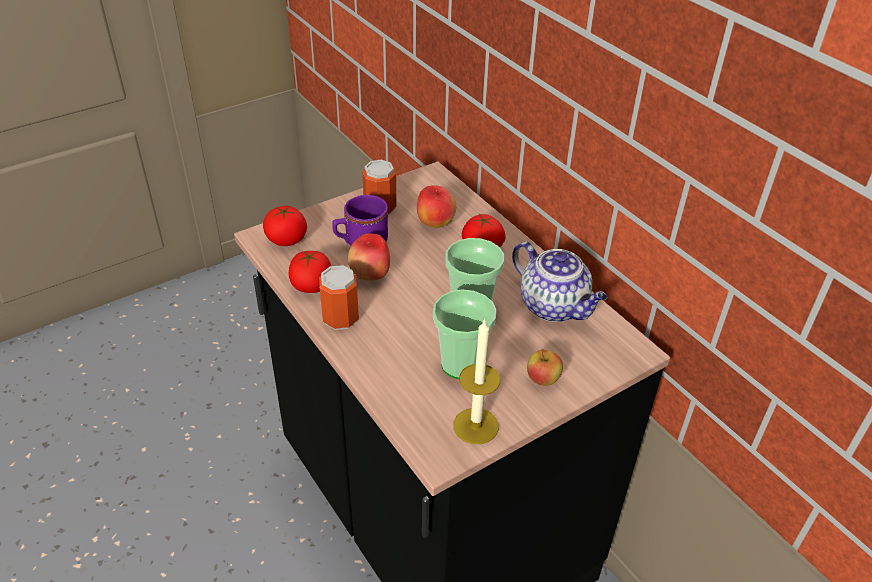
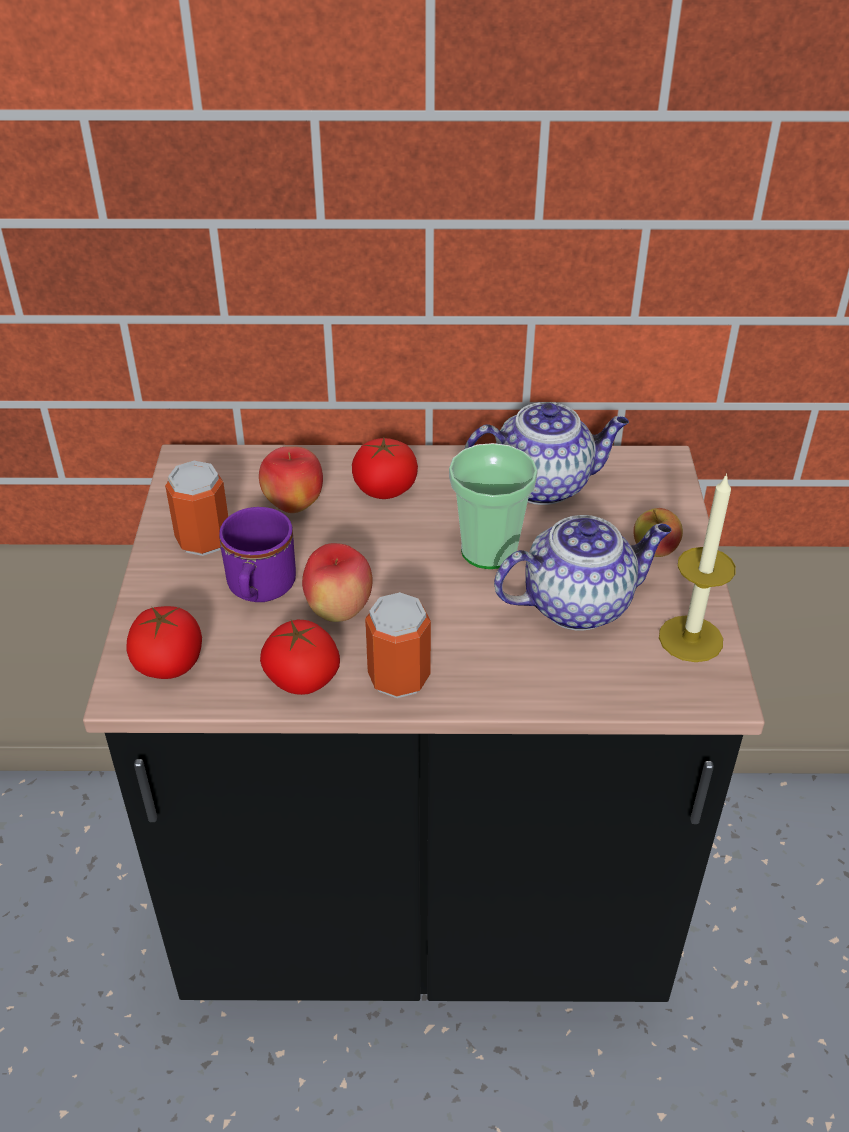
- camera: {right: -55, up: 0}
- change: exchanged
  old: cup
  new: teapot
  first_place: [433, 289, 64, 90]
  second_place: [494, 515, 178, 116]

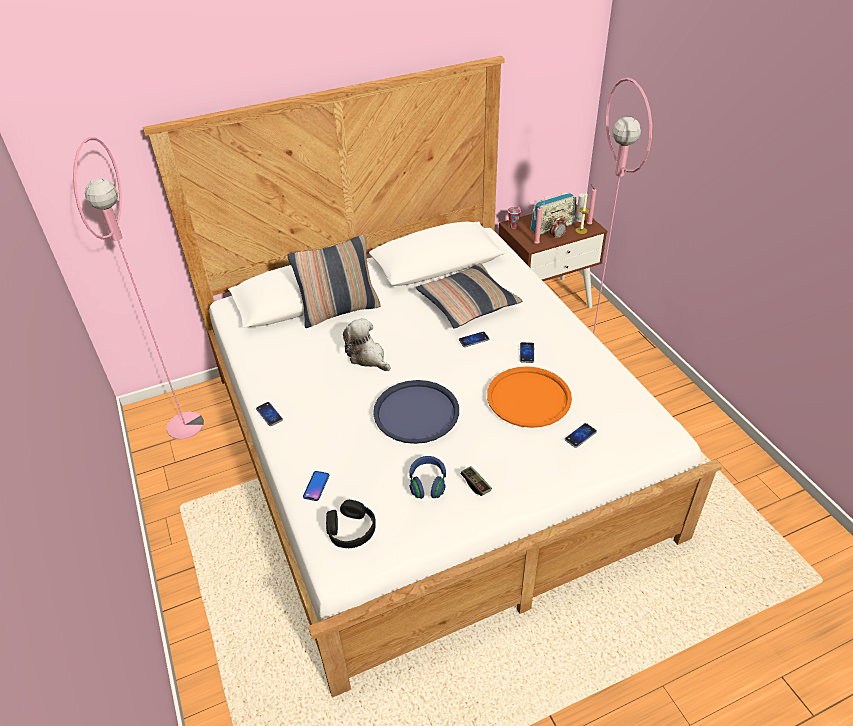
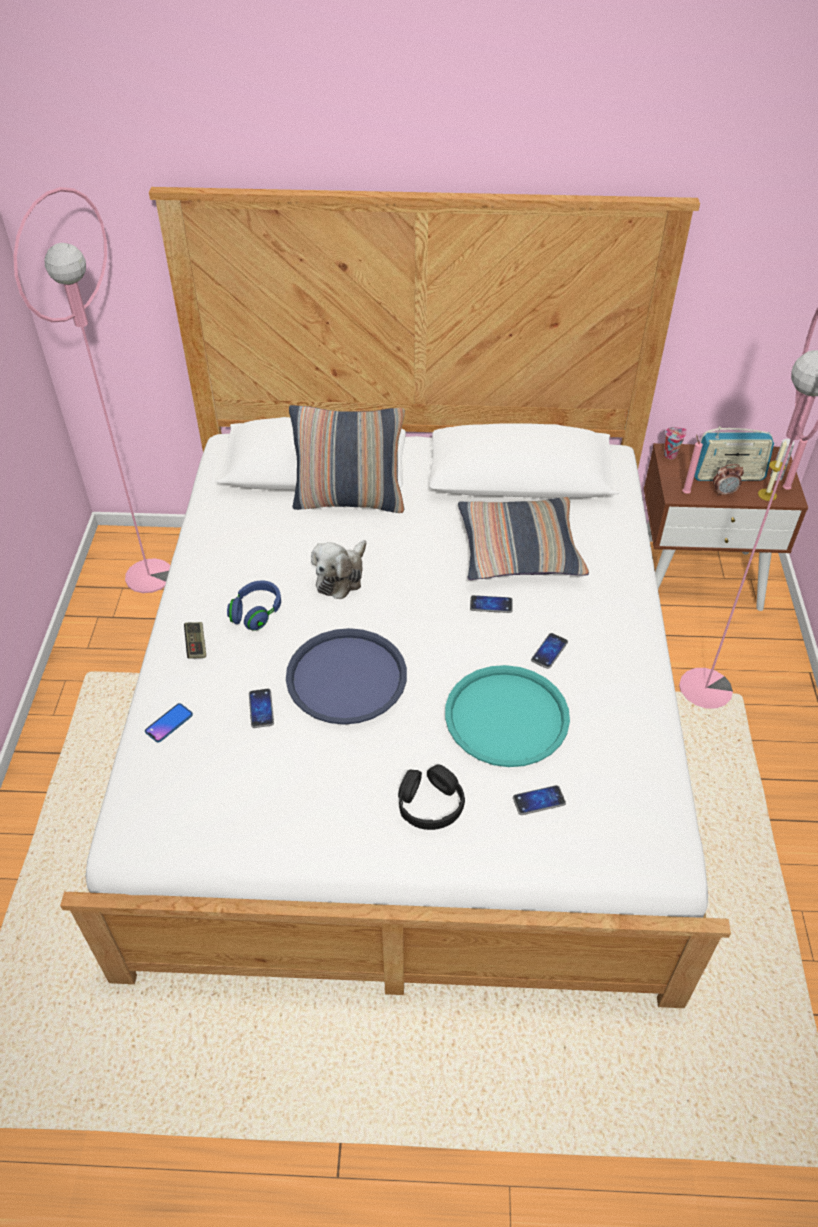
- camera: {right: 25, up: 5}
- change: relocated
  old: phone
  first_place: [256, 402, 27, 24]
  second_place: [249, 689, 25, 39]
- change: relocated
  old: black headphones
  first_place: [326, 500, 50, 48]
  second_place: [398, 764, 67, 66]
- change: spun
  old: plush toy
  first_place: [343, 318, 47, 53]
  second_place: [311, 540, 55, 59]
  degrees: -135
- change: relocated
  old: blue headphones
  first_place: [409, 456, 37, 43]
  second_place: [227, 581, 54, 50]
- change: relocated
  old: game controller
  first_place: [461, 466, 31, 30]
  second_place: [184, 622, 22, 37]
- change: colour
  old: orange tray
  new: turquoise tray
  first_place: [487, 366, 85, 62]
  second_place: [445, 665, 125, 102]

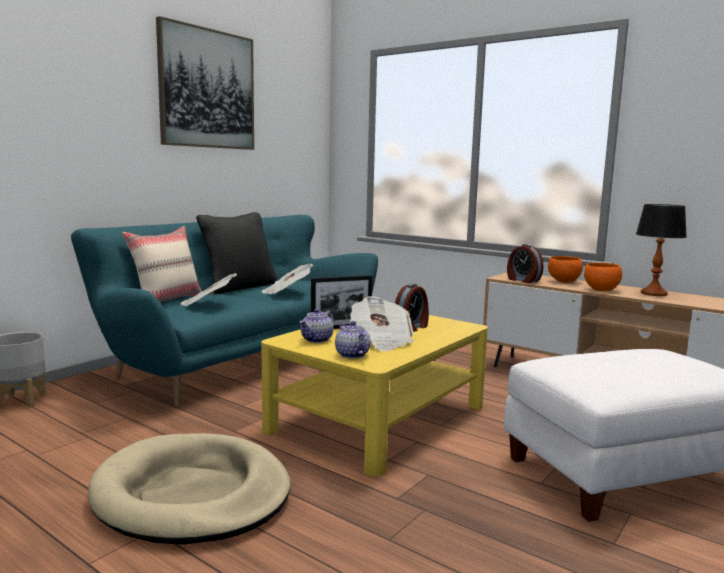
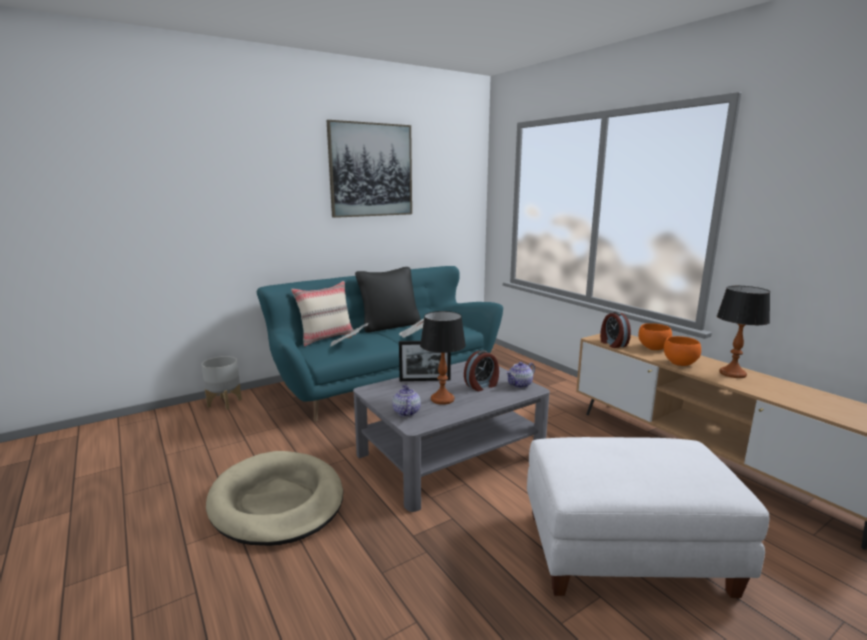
- camera: {right: 20, up: 5}
- change: colour
  old: yellow coffee table
  new: grey coffee table
  first_place: [261, 315, 227, 162]
  second_place: [353, 361, 197, 151]
- change: relocated
  old: teapot
  first_place: [299, 309, 35, 34]
  second_place: [506, 362, 29, 26]
- change: exchanged
  old: newspaper
  new: table lamp
  first_place: [350, 296, 64, 56]
  second_place: [420, 311, 46, 94]

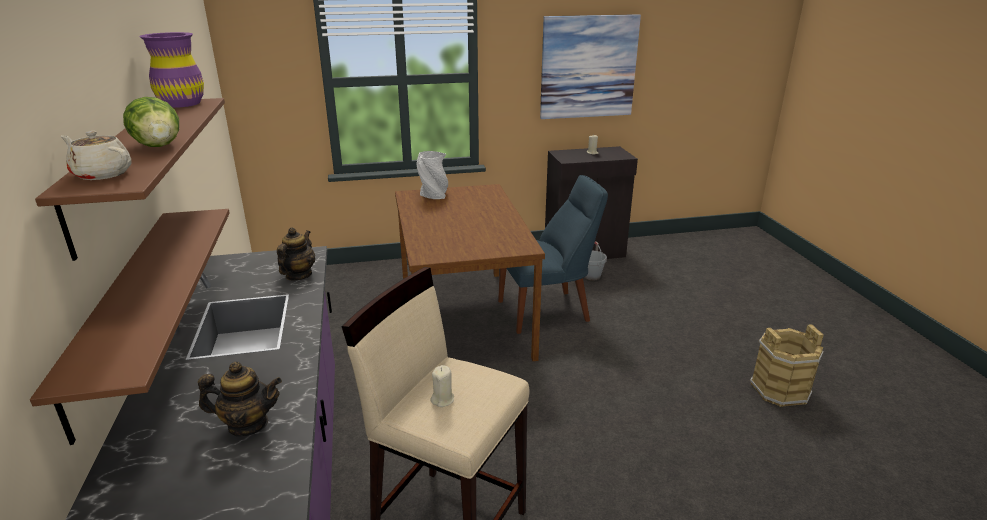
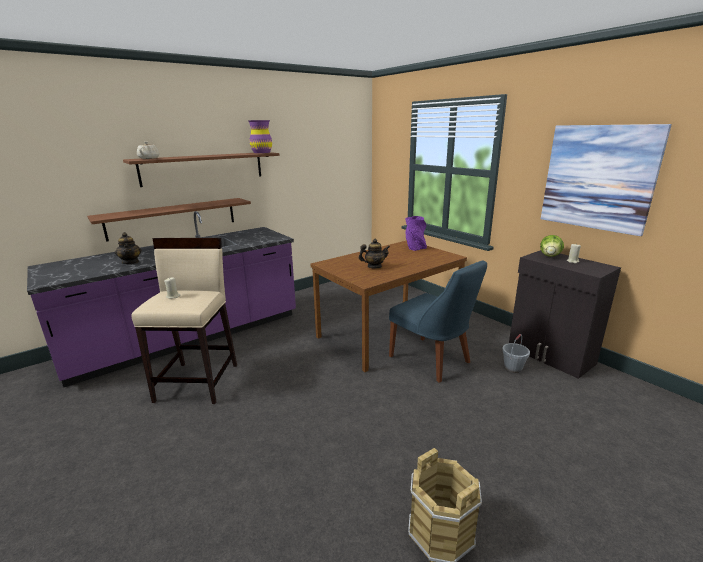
- camera: {right: 65, up: -5}
- change: relocated
  old: lettuce
  first_place: [123, 97, 56, 50]
  second_place: [540, 235, 24, 22]
- change: relocated
  old: teapot
  first_place: [277, 227, 38, 54]
  second_place: [359, 239, 31, 30]
- change: colour
  old: grey vase
  new: purple vase
  first_place: [416, 151, 32, 48]
  second_place: [405, 216, 22, 35]

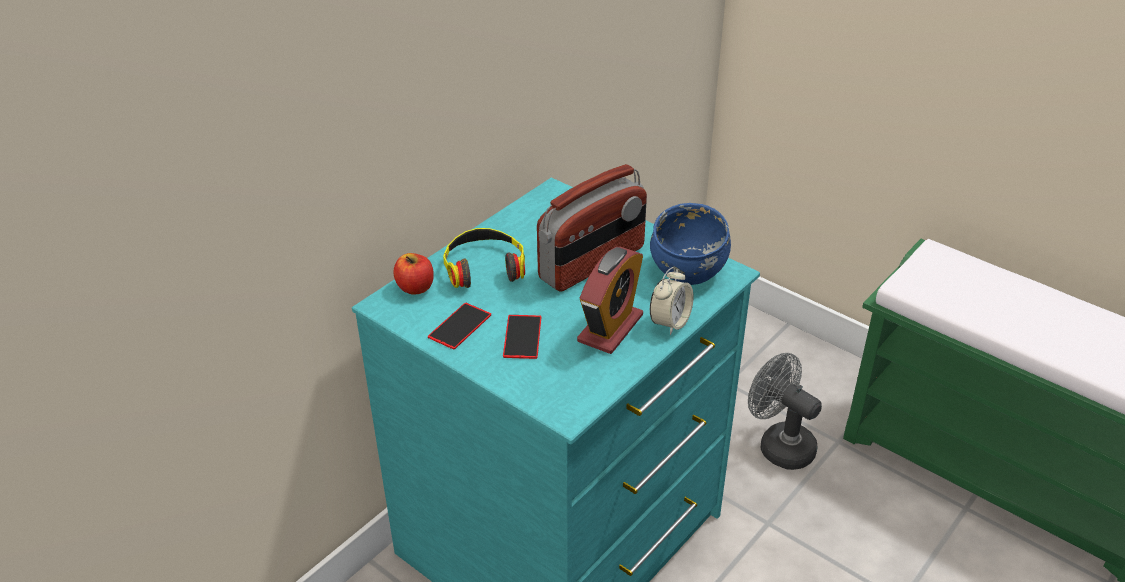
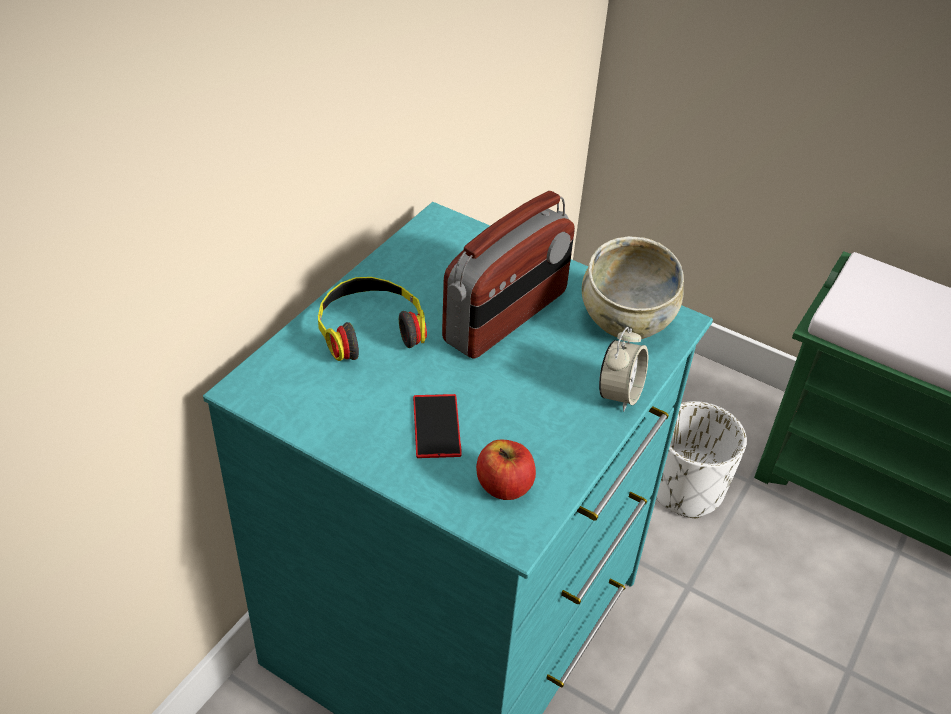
- camera: {right: -10, up: 5}
- change: relocated
  old: apple
  first_place: [393, 253, 41, 41]
  second_place: [476, 440, 60, 60]
- change: missing
  old: phone
  first_place: [428, 303, 63, 47]
- change: missing
  old: alarm clock
  first_place: [577, 247, 66, 107]
- change: colour
  old: blue bowl
  new: beige bowl
  first_place: [650, 203, 81, 82]
  second_place: [582, 236, 102, 103]
- change: exchanged
  old: grey fan
  new: white planter
  first_place: [748, 353, 74, 117]
  second_place: [656, 401, 91, 117]

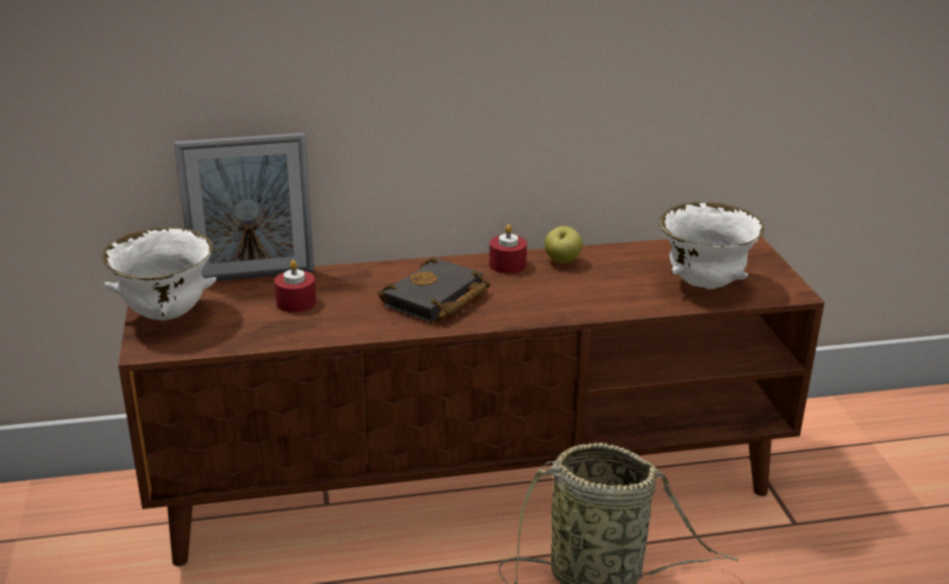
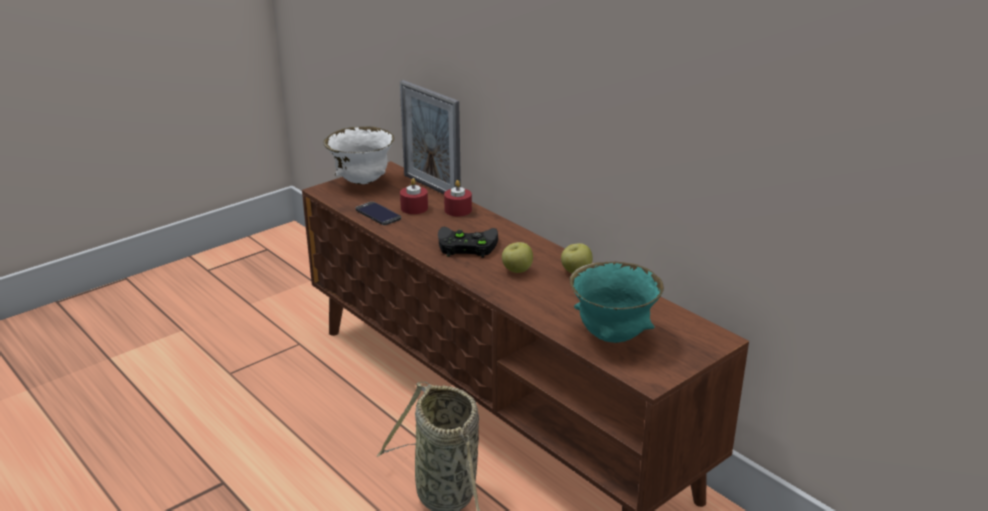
- camera: {right: 60, up: 0}
- change: exchanged
  old: black book
  new: black game controller
  first_place: [378, 257, 112, 66]
  second_place: [438, 227, 60, 31]
- change: relocated
  old: red candle
  first_place: [489, 224, 38, 50]
  second_place: [444, 180, 28, 36]
- change: colour
  old: white bowl
  new: turquoise bowl
  first_place: [658, 202, 107, 87]
  second_place: [569, 262, 95, 81]
- change: appeared
  new: phone
  second_place: [356, 202, 45, 23]
- change: appeared
  new: apple
  second_place: [502, 242, 31, 31]

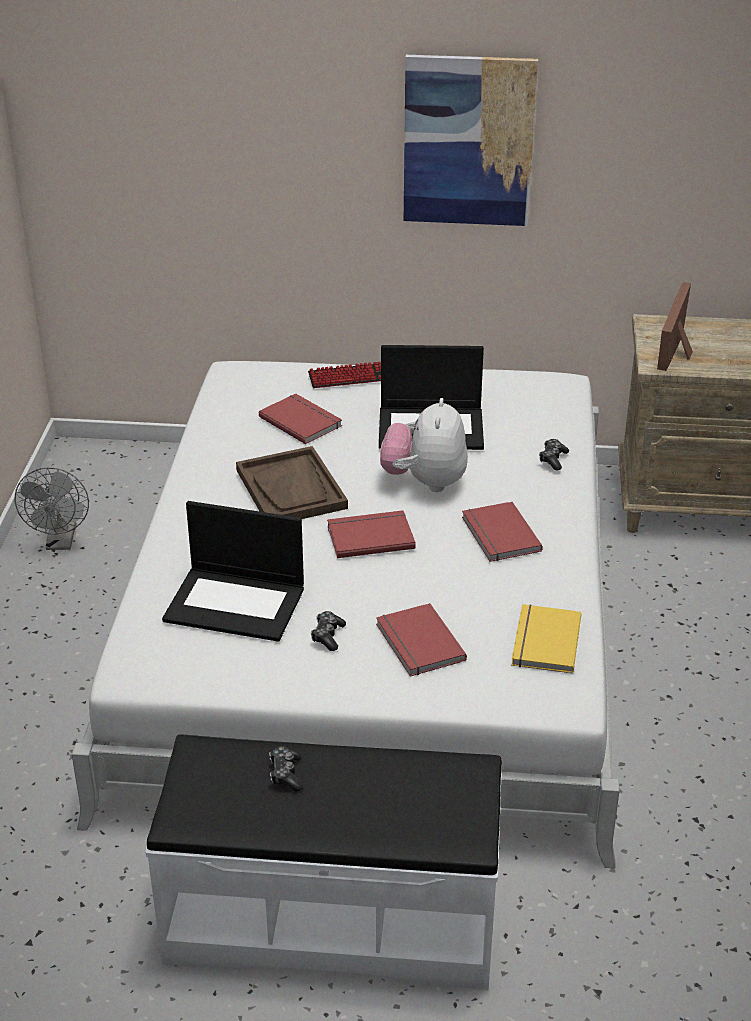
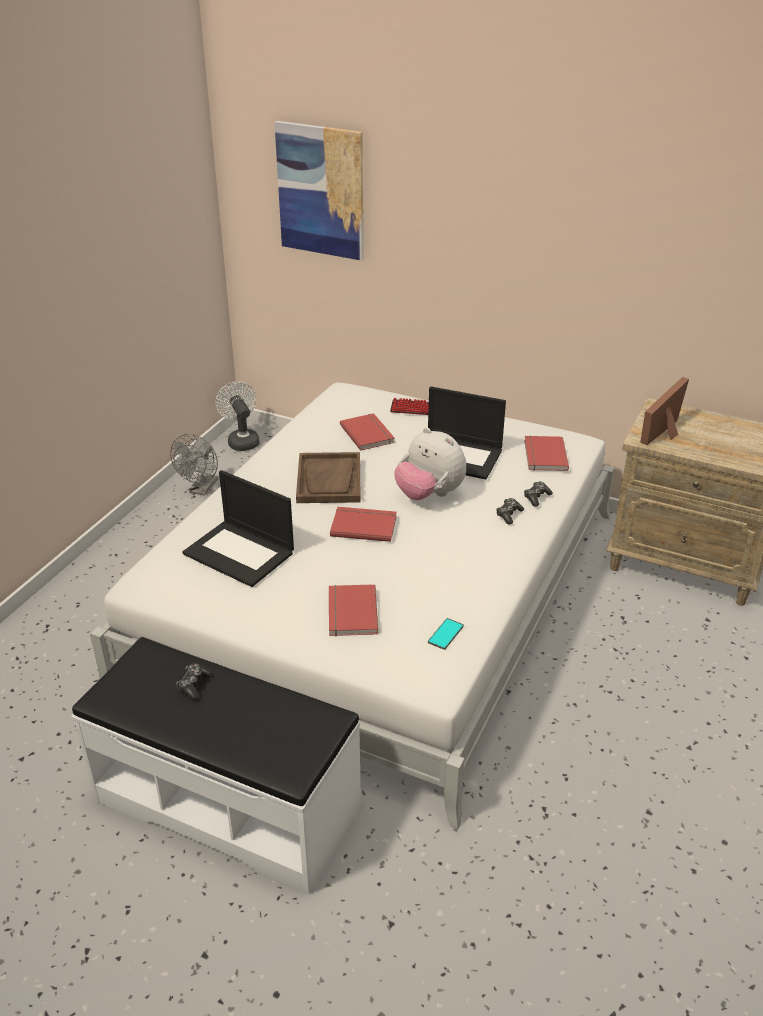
- camera: {right: 20, up: 0}
- change: relocated
  old: game controller
  first_place: [311, 611, 35, 40]
  second_place: [496, 498, 28, 26]
- change: spun
  old: plush toy
  first_place: [380, 398, 88, 94]
  second_place: [395, 427, 71, 73]
  degrees: -75
- change: relocated
  old: picture
  first_place: [404, 55, 134, 171]
  second_place: [274, 121, 90, 140]
- change: relocated
  old: red book
  first_place: [462, 502, 81, 60]
  second_place: [524, 436, 45, 35]
- change: exchanged
  old: yellow book
  new: phone
  first_place: [511, 604, 70, 69]
  second_place: [428, 618, 36, 32]
- change: appeared
  new: white fan
  second_place: [216, 381, 44, 70]

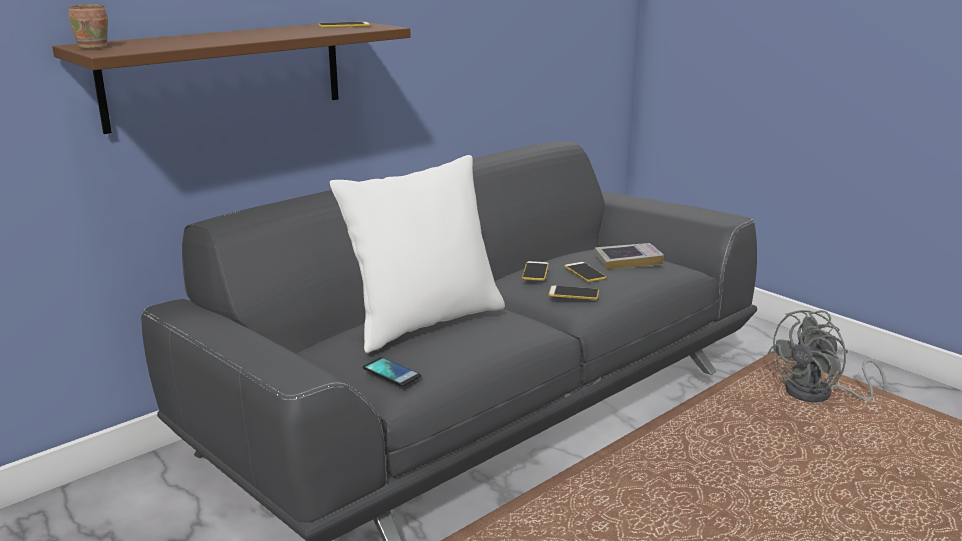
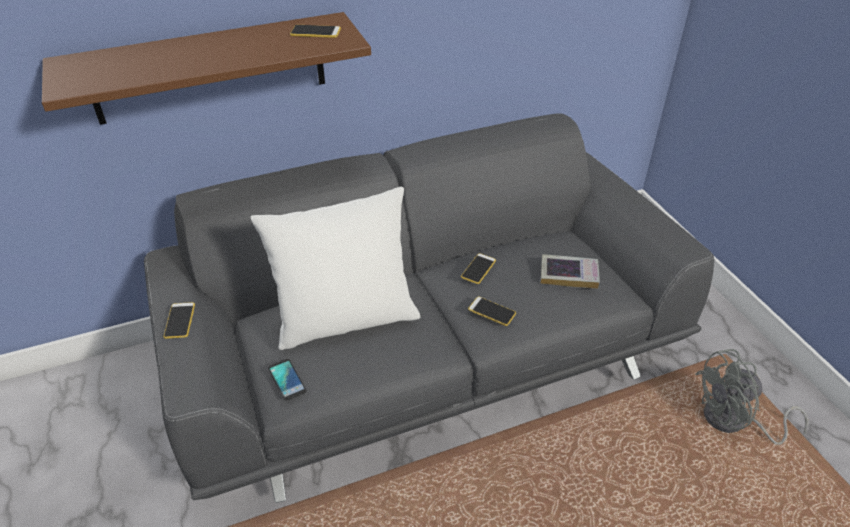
- camera: {right: 20, up: 20}
- change: missing
  old: brown mug
  first_place: [68, 4, 40, 45]
- change: relocated
  old: phone
  first_place: [564, 262, 42, 20]
  second_place: [163, 302, 32, 37]

